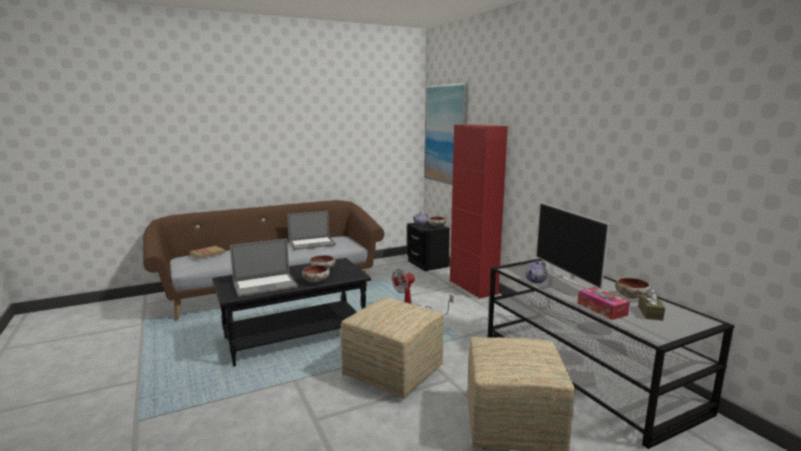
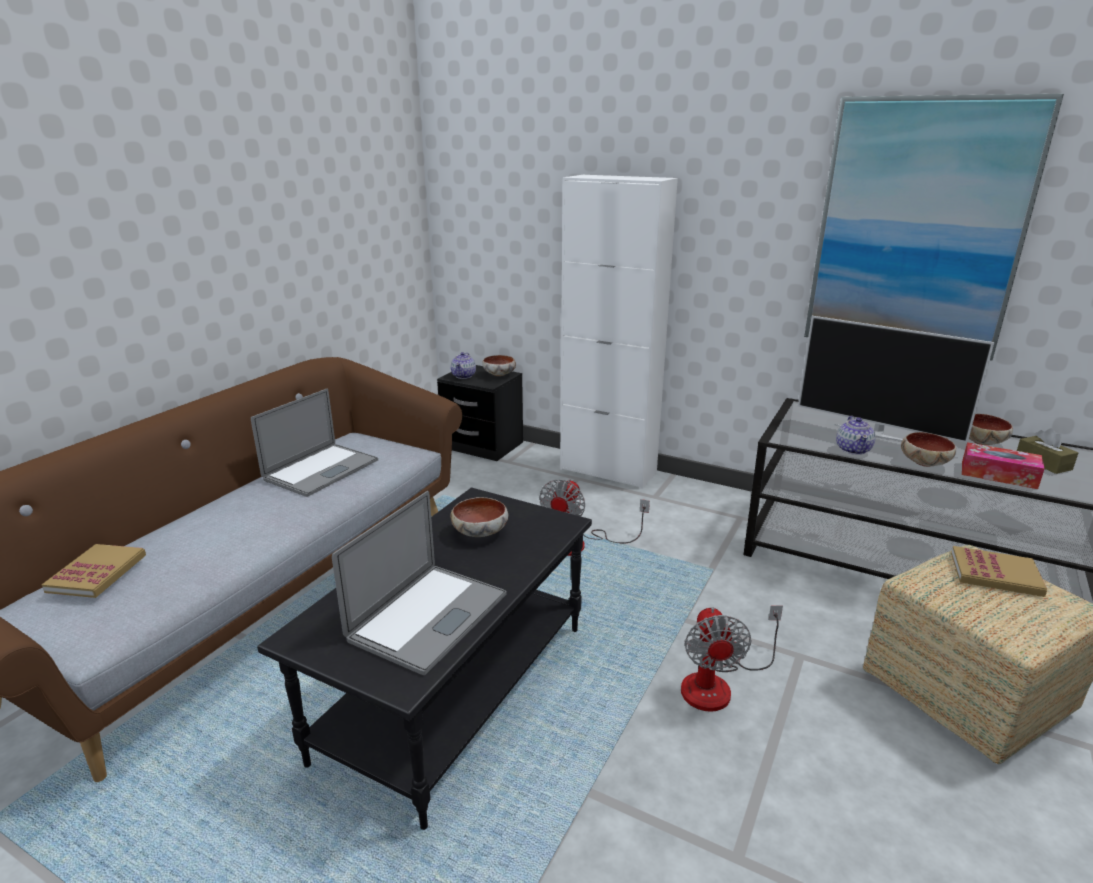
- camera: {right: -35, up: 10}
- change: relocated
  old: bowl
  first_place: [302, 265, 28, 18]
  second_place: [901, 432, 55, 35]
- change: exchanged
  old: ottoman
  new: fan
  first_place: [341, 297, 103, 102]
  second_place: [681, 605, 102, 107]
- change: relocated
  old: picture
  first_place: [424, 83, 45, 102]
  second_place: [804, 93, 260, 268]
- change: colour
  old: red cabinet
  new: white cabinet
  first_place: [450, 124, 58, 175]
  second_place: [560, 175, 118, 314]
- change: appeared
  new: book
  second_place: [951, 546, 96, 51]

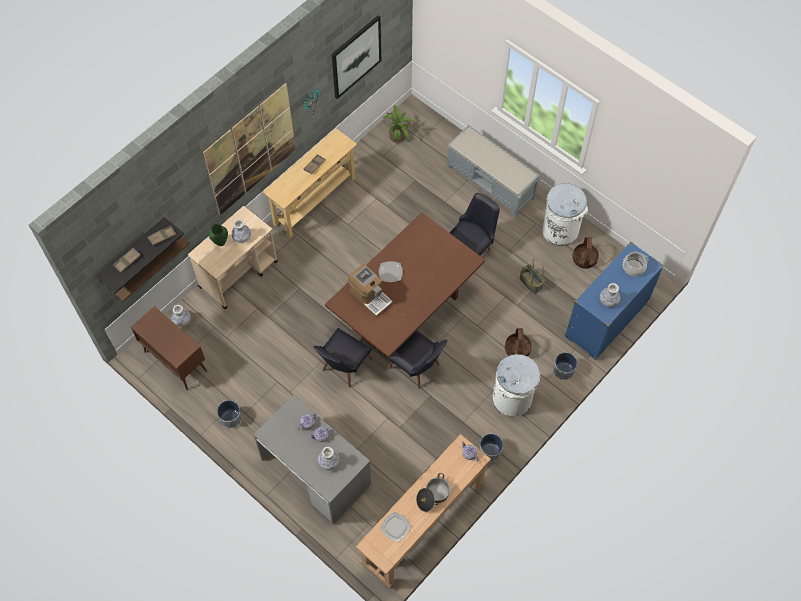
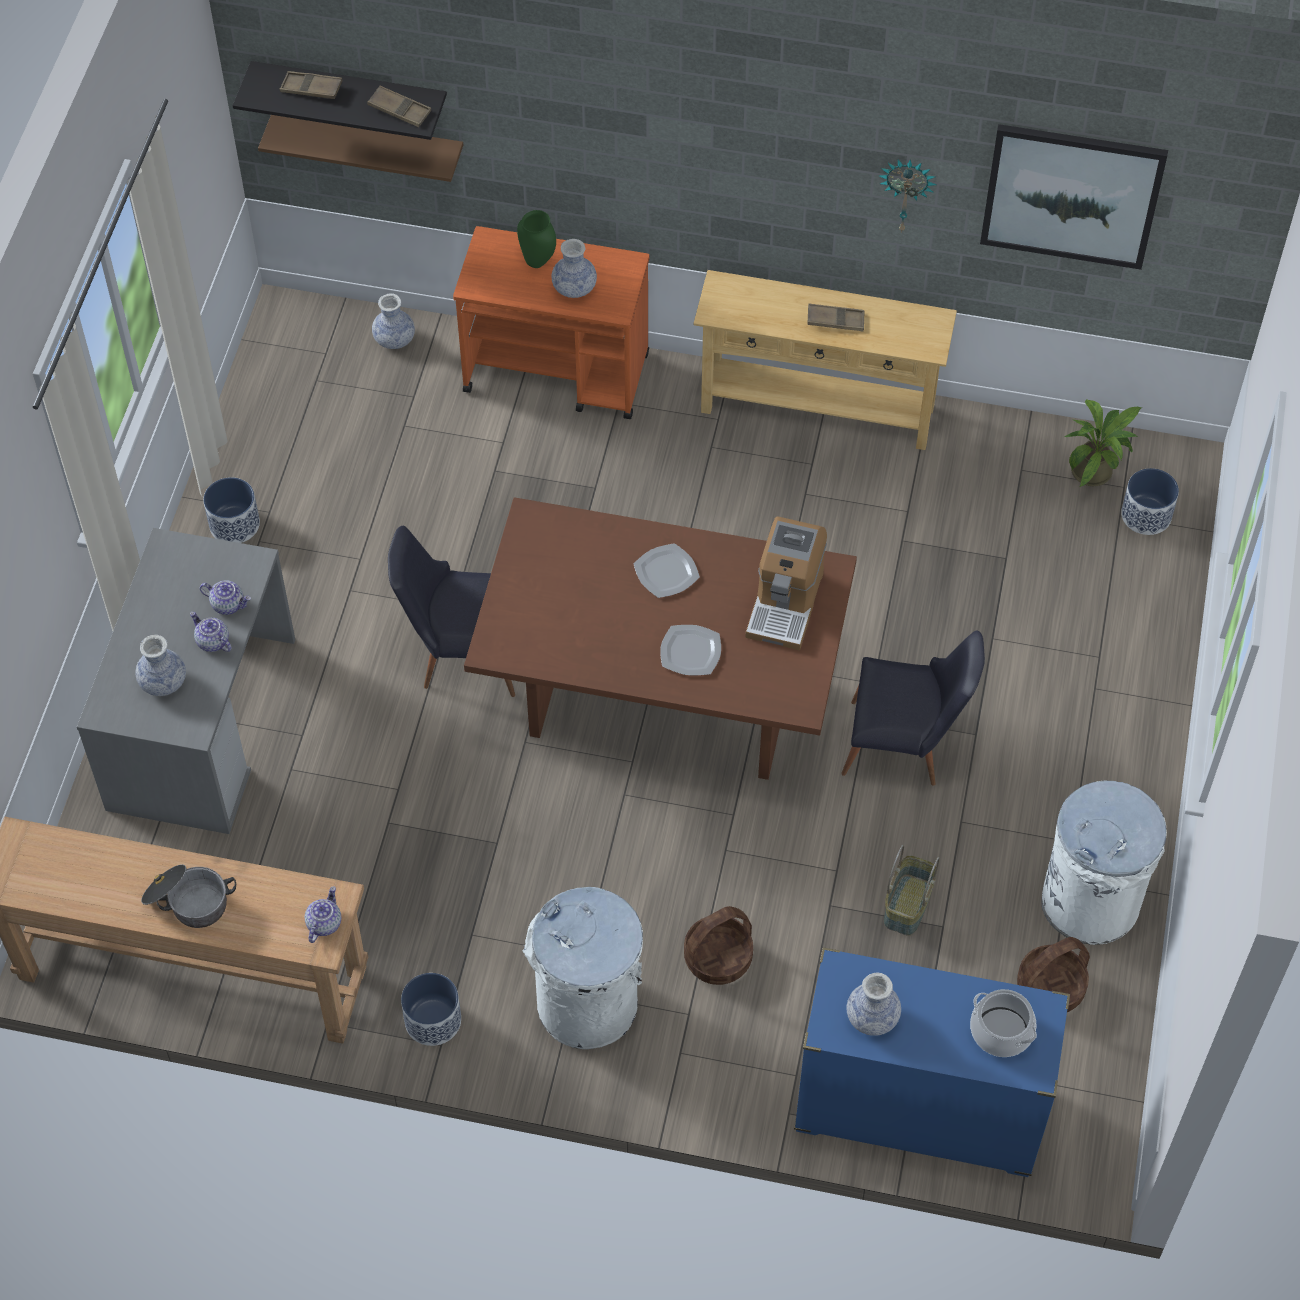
- camera: {right: 60, up: -5}
- change: missing
  old: brown cabinet
  first_place: [131, 306, 76, 84]
- change: colour
  old: beige cart
  new: orange cart
  first_place: [188, 206, 90, 103]
  second_place: [453, 226, 196, 193]
- change: missing
  old: picture
  first_place: [203, 83, 93, 133]
- change: relocated
  old: coffee machine
  first_place: [348, 264, 45, 54]
  second_place: [745, 517, 82, 134]
- change: relocated
  old: plate
  first_place: [380, 512, 31, 30]
  second_place: [660, 625, 61, 50]
- change: missing
  old: black chair
  first_place: [388, 331, 59, 58]
- change: missing
  old: grey bench
  first_place: [447, 125, 94, 92]
- change: relocated
  old: planter
  first_place: [553, 352, 24, 28]
  second_place: [1121, 468, 58, 67]

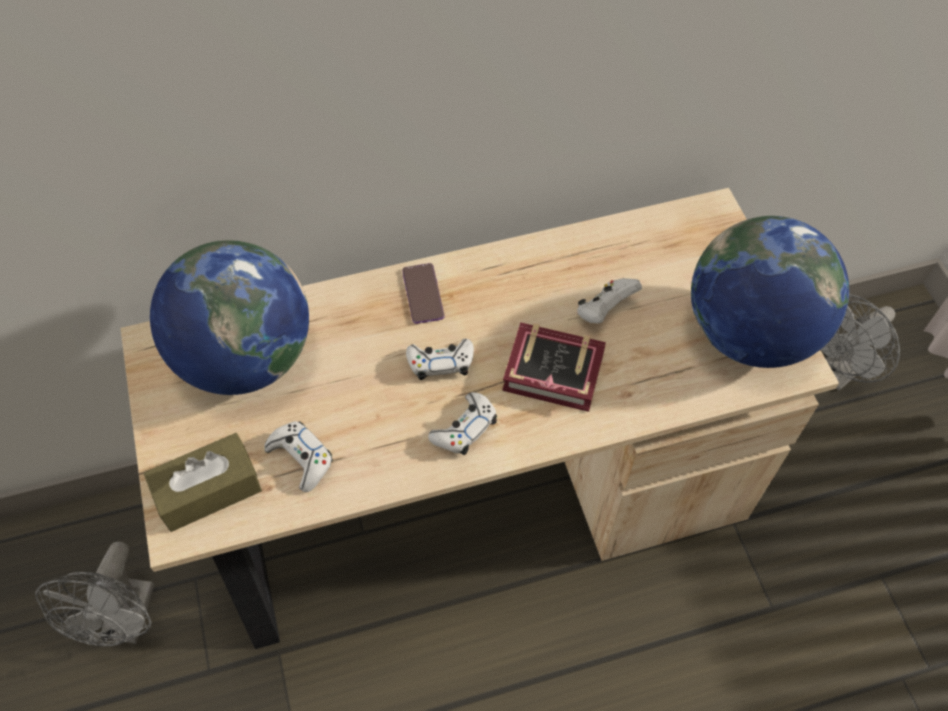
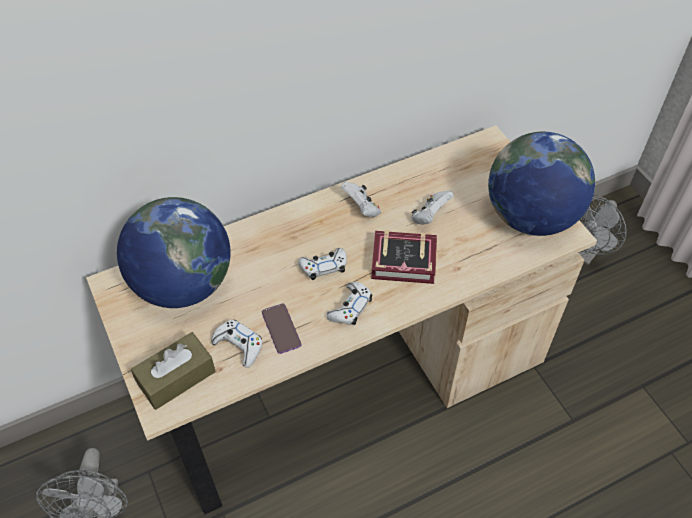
- camera: {right: -10, up: -5}
- change: relocated
  old: phone
  first_place: [402, 263, 43, 61]
  second_place: [262, 303, 40, 51]
- change: appeared
  new: white game controller
  second_place: [341, 182, 40, 35]

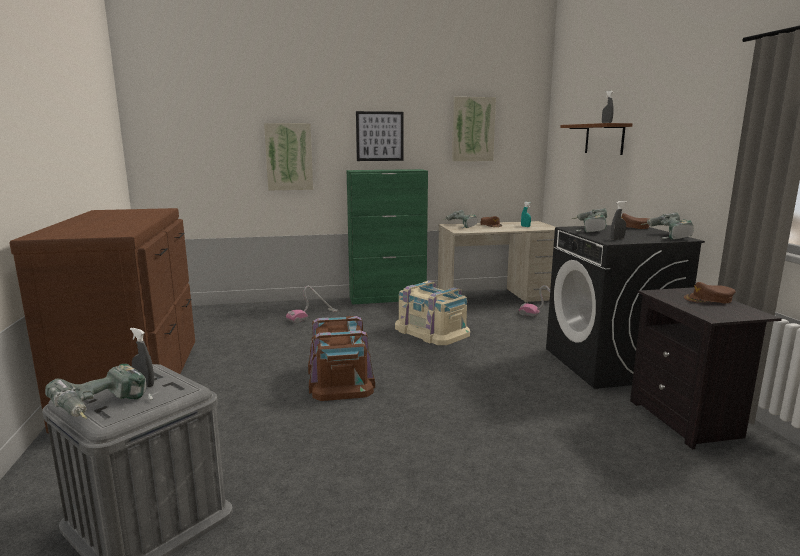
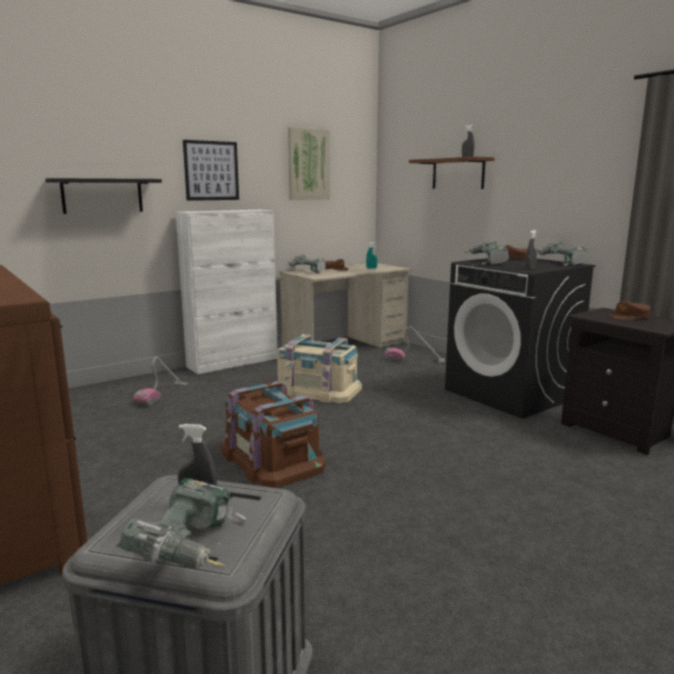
- camera: {right: -25, up: 0}
- change: exchanged
  old: picture
  new: black shelf
  first_place: [264, 123, 49, 68]
  second_place: [45, 178, 117, 36]
- change: colour
  old: green cabinet
  new: white cabinet
  first_place: [346, 169, 82, 135]
  second_place: [176, 210, 101, 164]

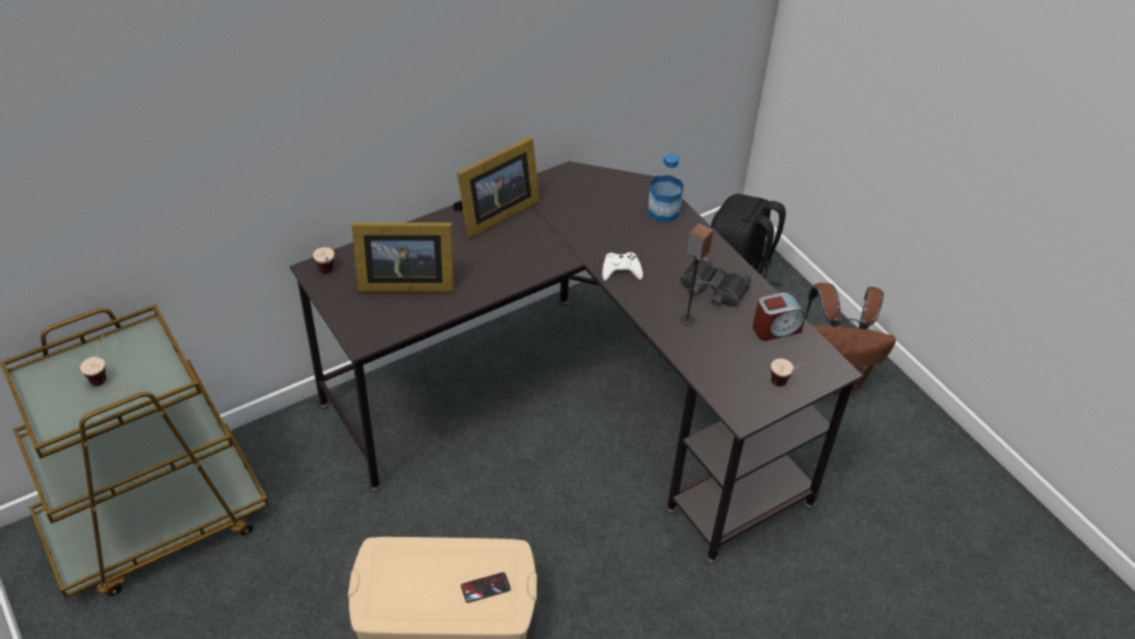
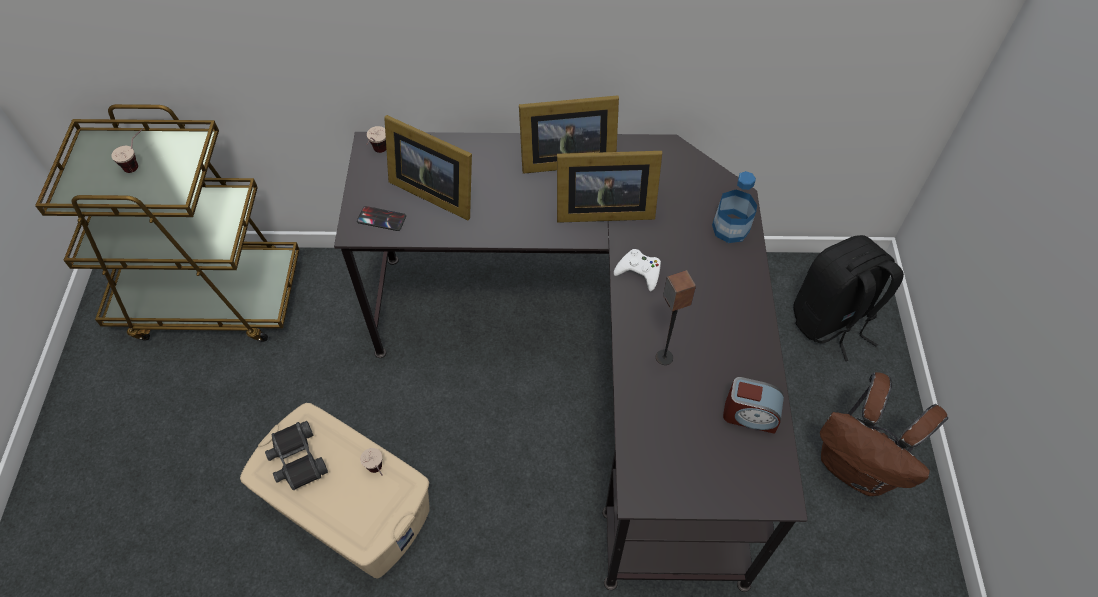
- camera: {right: 35, up: 10}
- change: relocated
  old: phone
  first_place: [461, 572, 50, 31]
  second_place: [357, 206, 49, 25]
- change: relocated
  old: black binoculars
  first_place: [680, 256, 71, 51]
  second_place: [265, 421, 63, 69]
- change: relocated
  old: cup
  first_place: [771, 358, 43, 29]
  second_place: [360, 448, 23, 28]
- change: appeared
  new: picture frame
  second_place: [557, 151, 105, 72]

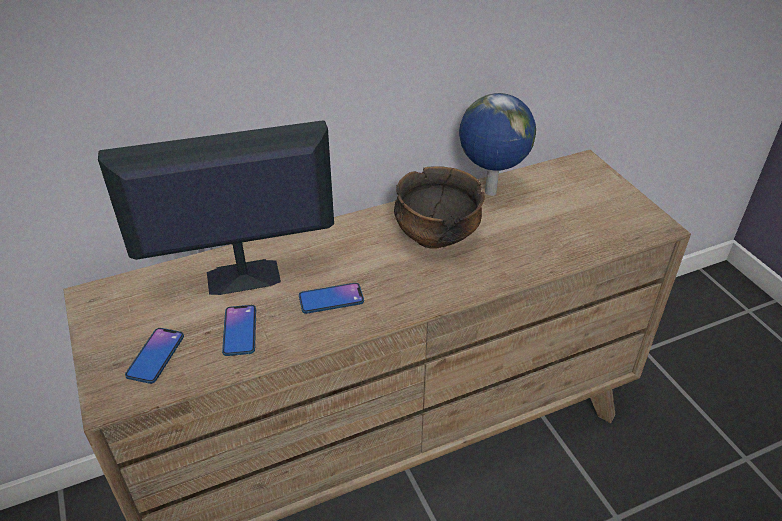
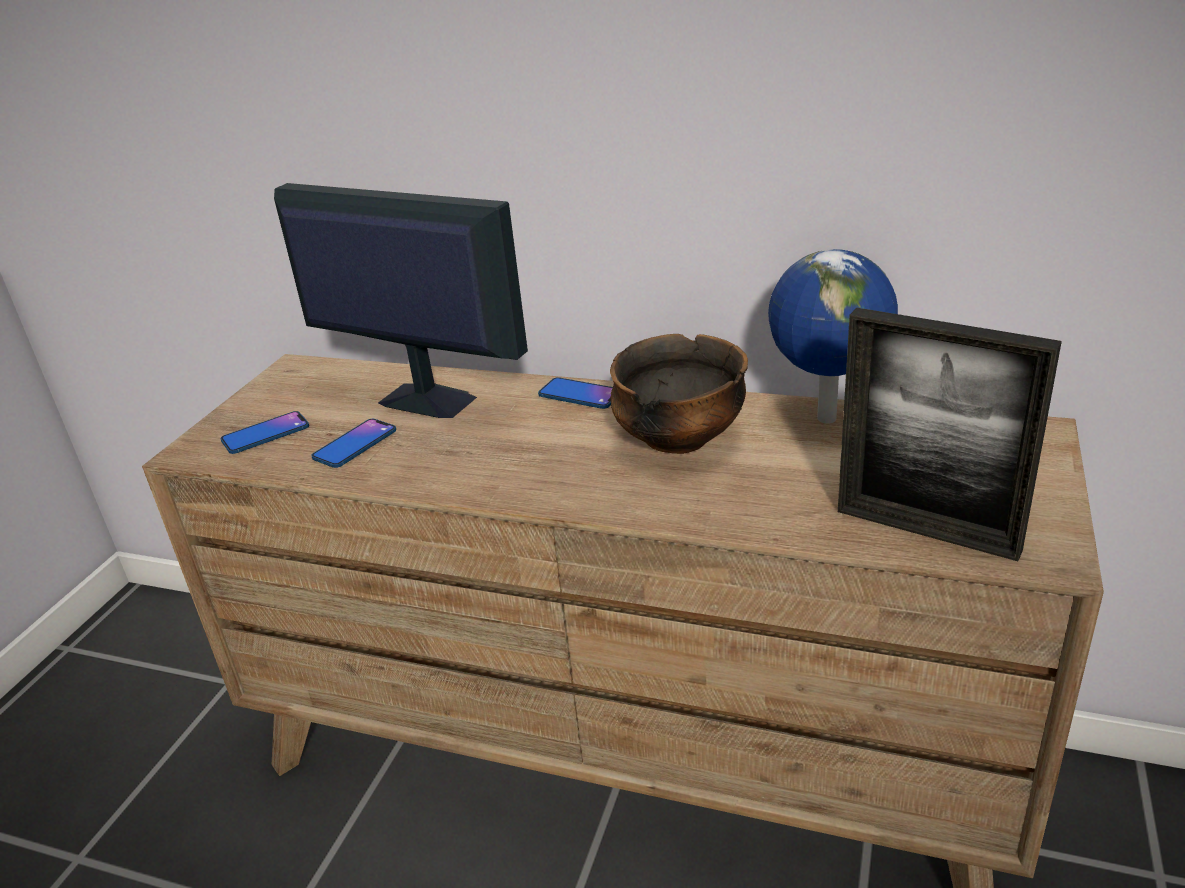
- camera: {right: 45, up: -10}
- change: relocated
  old: phone
  first_place: [299, 283, 65, 31]
  second_place: [538, 377, 75, 32]
- change: appeared
  new: picture frame
  second_place: [838, 308, 224, 253]

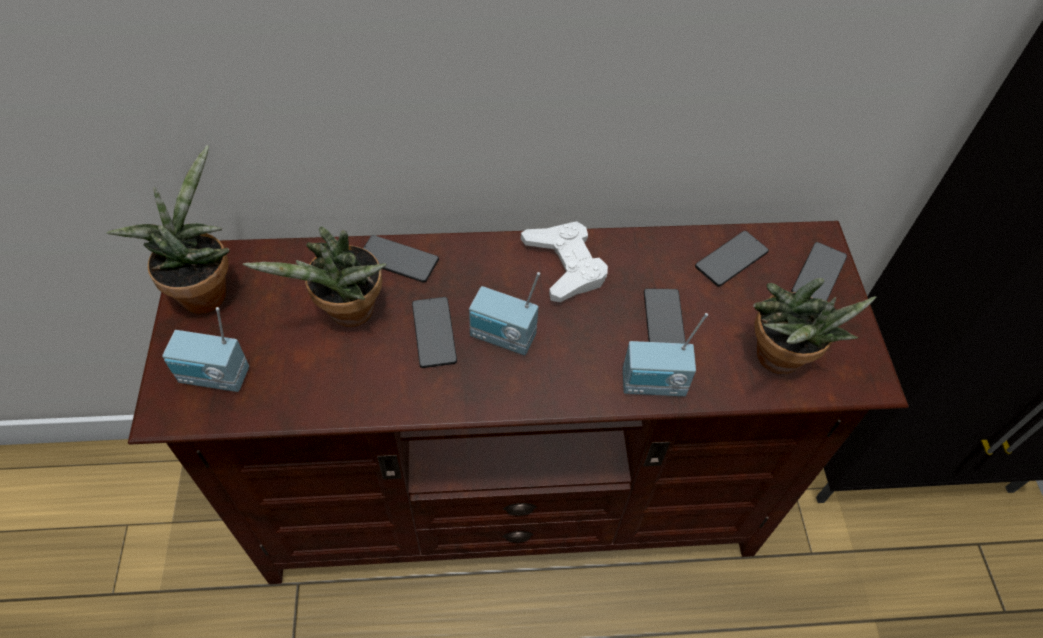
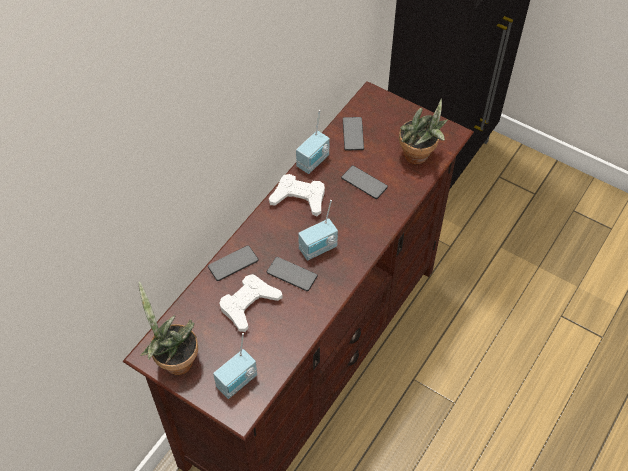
- camera: {right: -50, up: 0}
- change: exchanged
  old: potted plant
  new: white game controller
  first_place: [243, 227, 144, 100]
  second_place: [219, 274, 64, 58]
- change: relocated
  old: radio
  first_place: [623, 313, 85, 83]
  second_place: [296, 110, 34, 64]
- change: missing
  old: phone
  first_place: [791, 242, 56, 59]

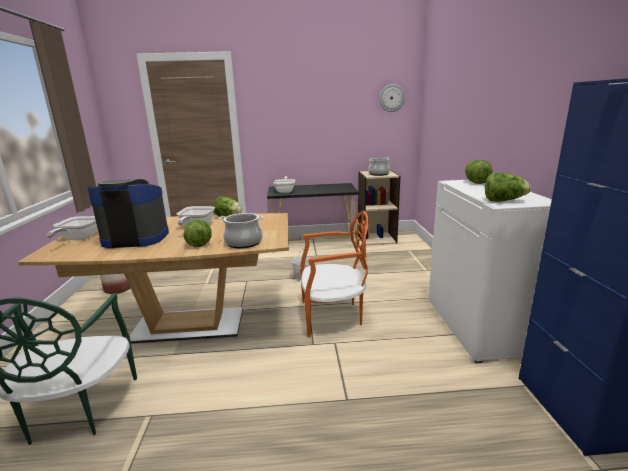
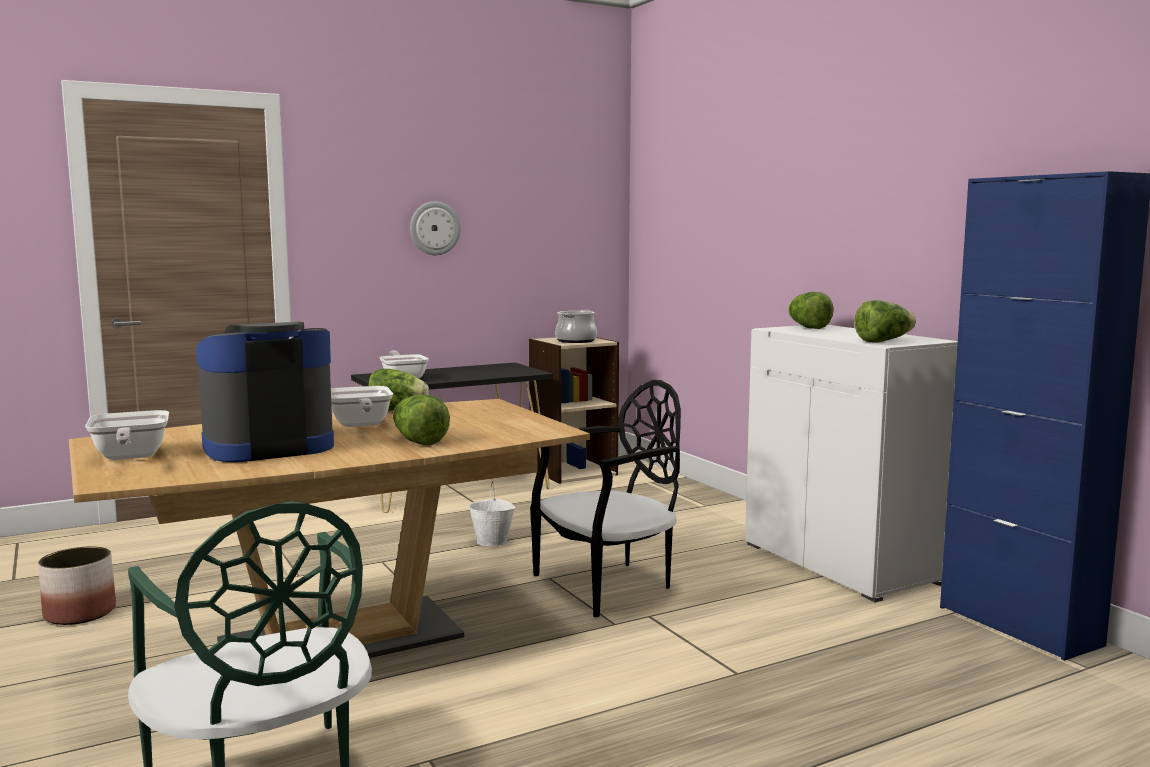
- camera: {right: -25, up: -10}
- change: missing
  old: cooking pot
  first_place: [219, 213, 45, 35]
- change: colour
  old: orange chair
  new: black chair
  first_place: [300, 210, 69, 127]
  second_place: [530, 380, 151, 237]
- change: relocated
  old: wall clock
  first_place: [379, 84, 26, 28]
  second_place: [410, 201, 51, 54]

